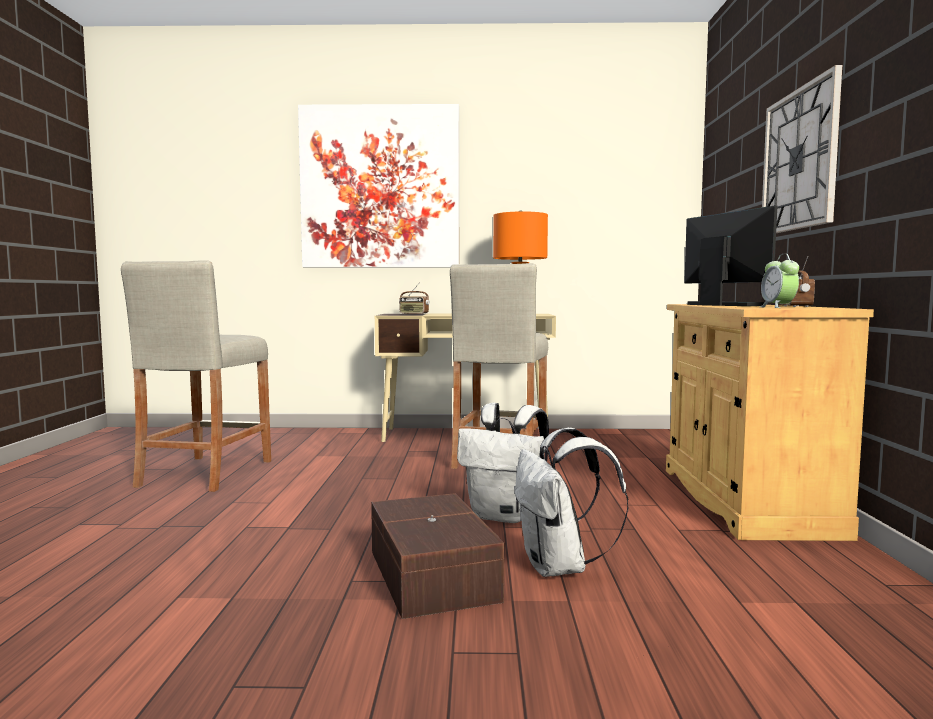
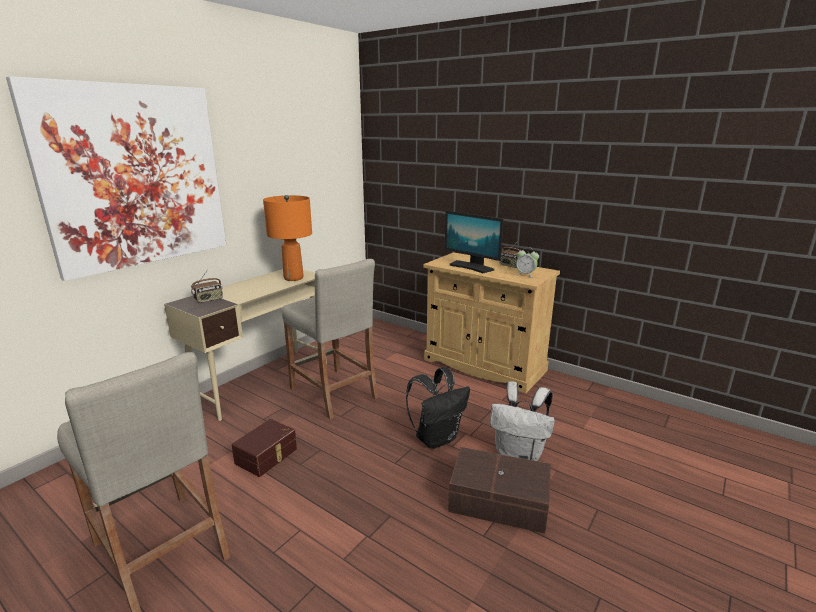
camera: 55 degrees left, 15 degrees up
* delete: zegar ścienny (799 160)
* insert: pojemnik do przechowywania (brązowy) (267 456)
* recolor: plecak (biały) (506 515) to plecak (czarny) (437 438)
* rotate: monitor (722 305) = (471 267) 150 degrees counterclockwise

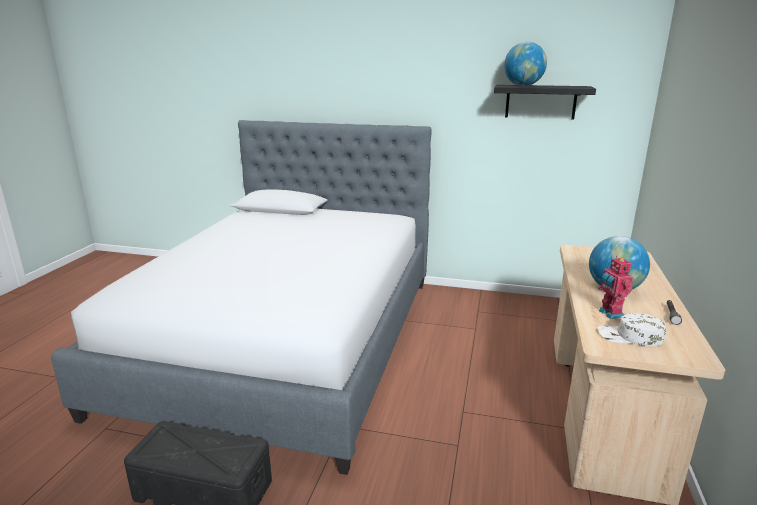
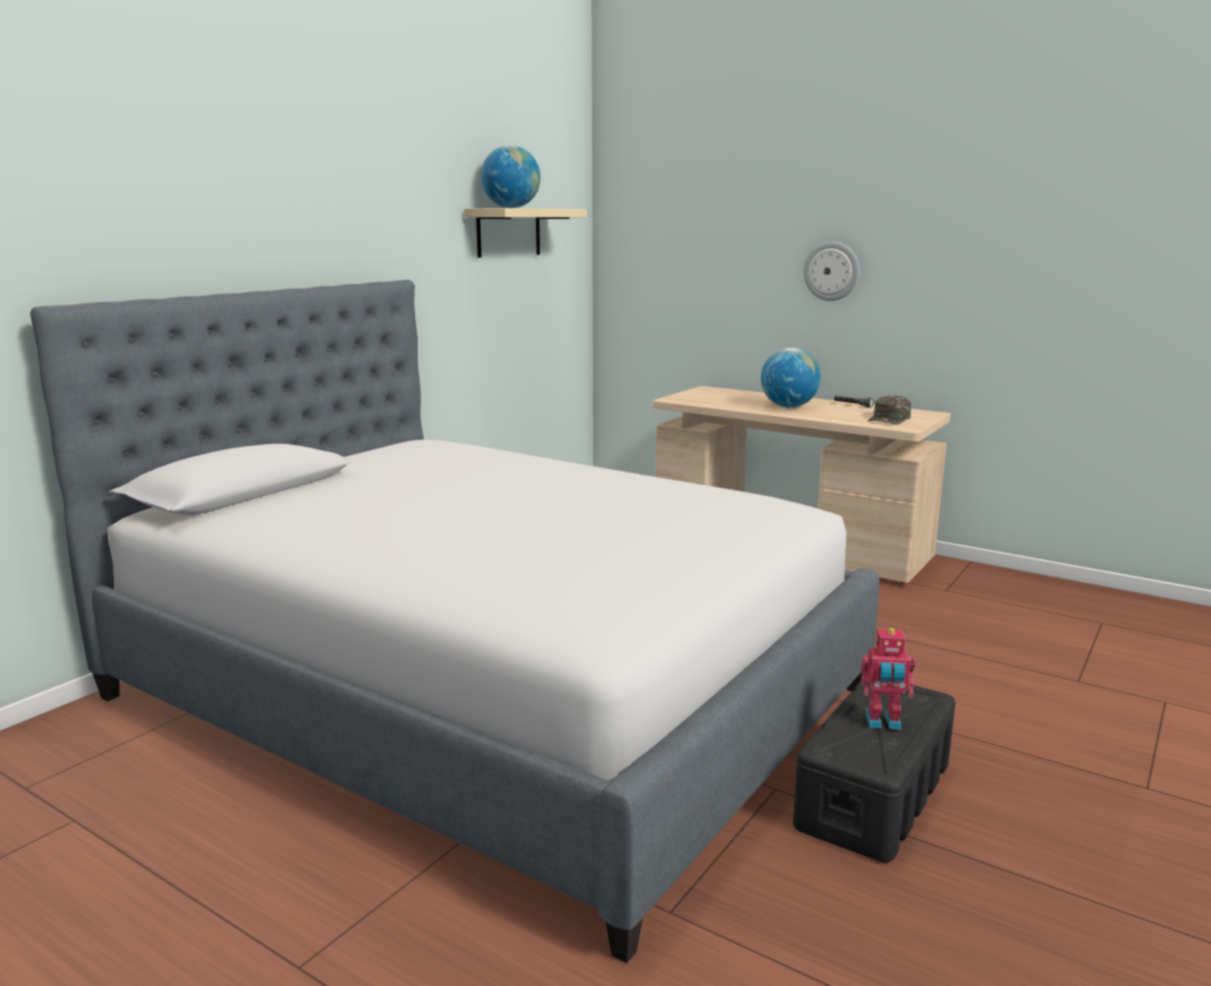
camera: 70 degrees left, 5 degrees down
* insert: zegar ścienny (831 271)
* move: robot zabawkowy (610 314) to (883 723)
* recolor: półka (czarny) (540 102) to półka (beżowy) (508 232)
* recolor: czapka z daszkiem (biały) (630 336) to czapka z daszkiem (zielony) (889 419)

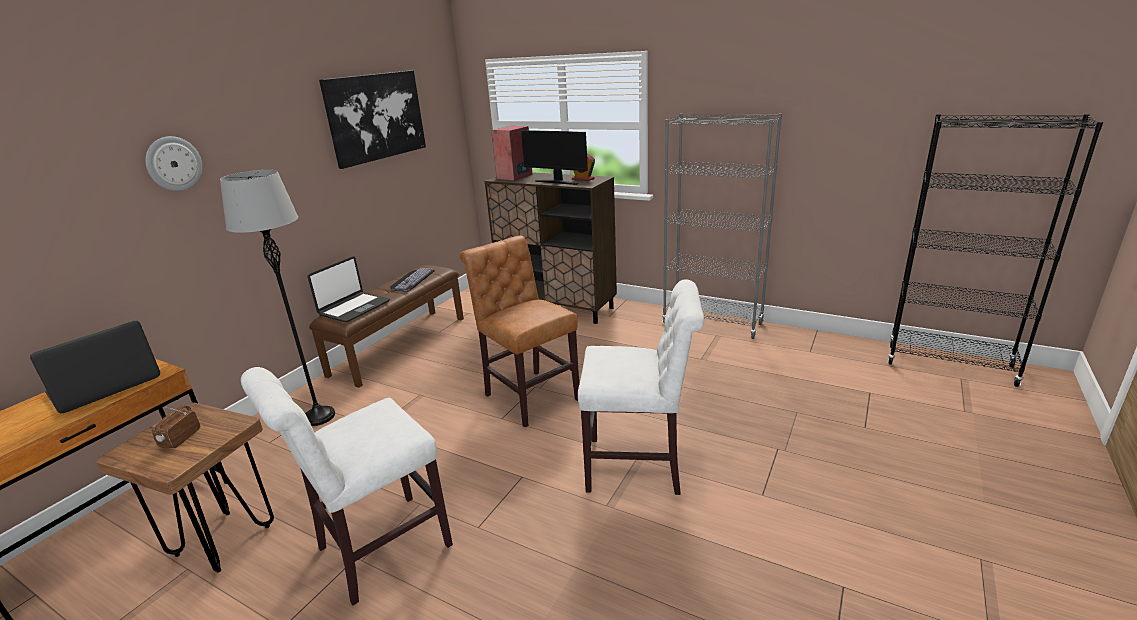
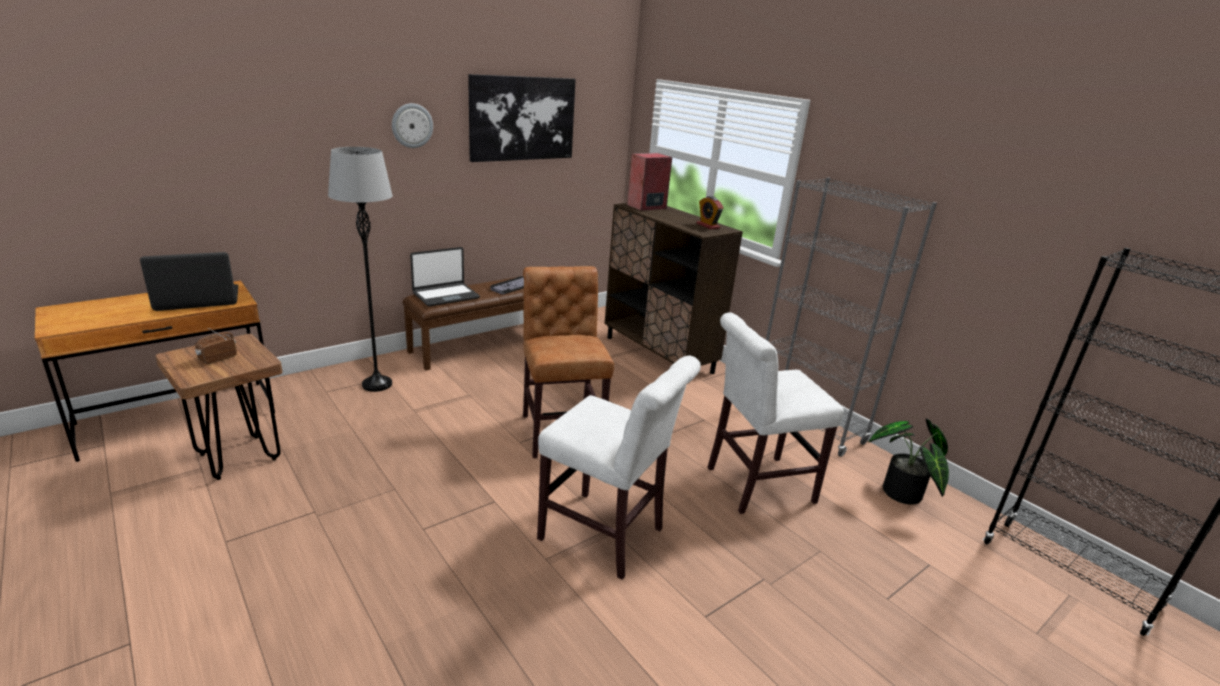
camera: 20 degrees right, 0 degrees up
* delete: monitor (557 182)
* insert: roślina doniczkowa (901 496)
* move: zegar ścienny (173 163) to (412 125)
* move: krzesło (biały) (377 550) to (754 485)

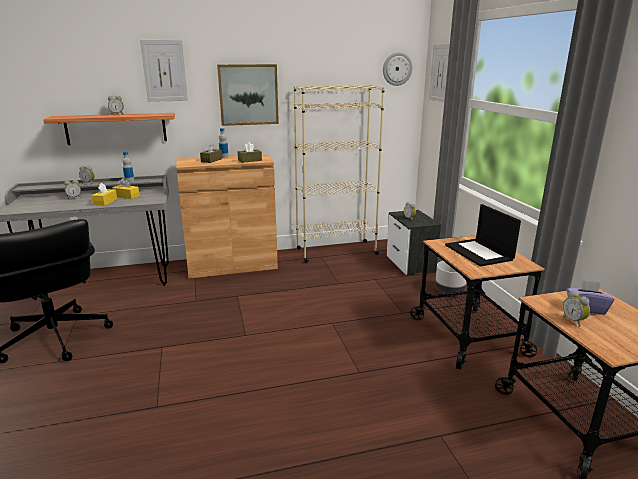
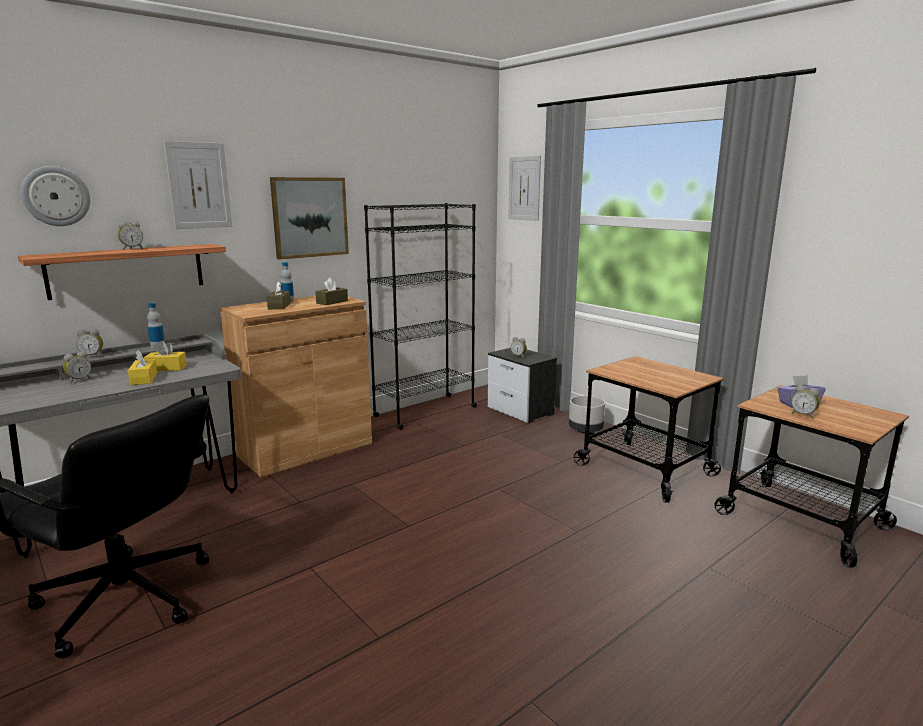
camera: 25 degrees left, 5 degrees down
* delete: laptop (479 252)
* move: zegar ścienny (397 68) to (56 196)
* recolor: regał (beżowy) (336 251) to regał (czarny) (425 412)

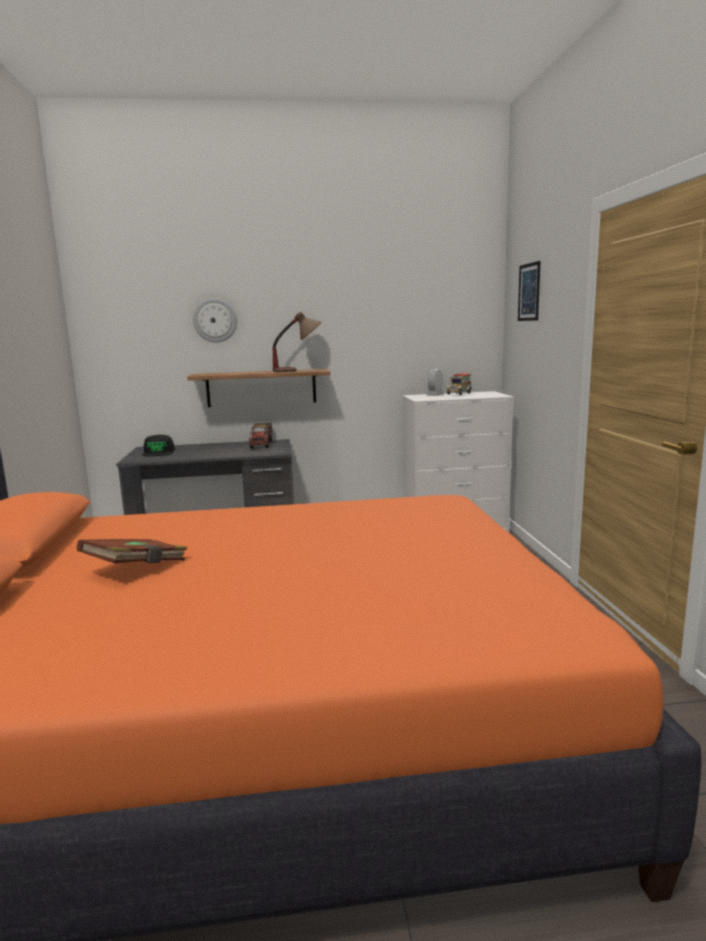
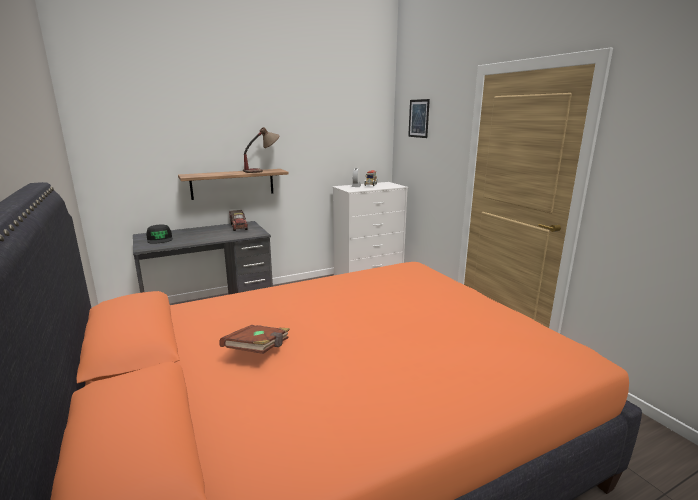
camera: 20 degrees left, 5 degrees up
* delete: zegar ścienny (215 320)

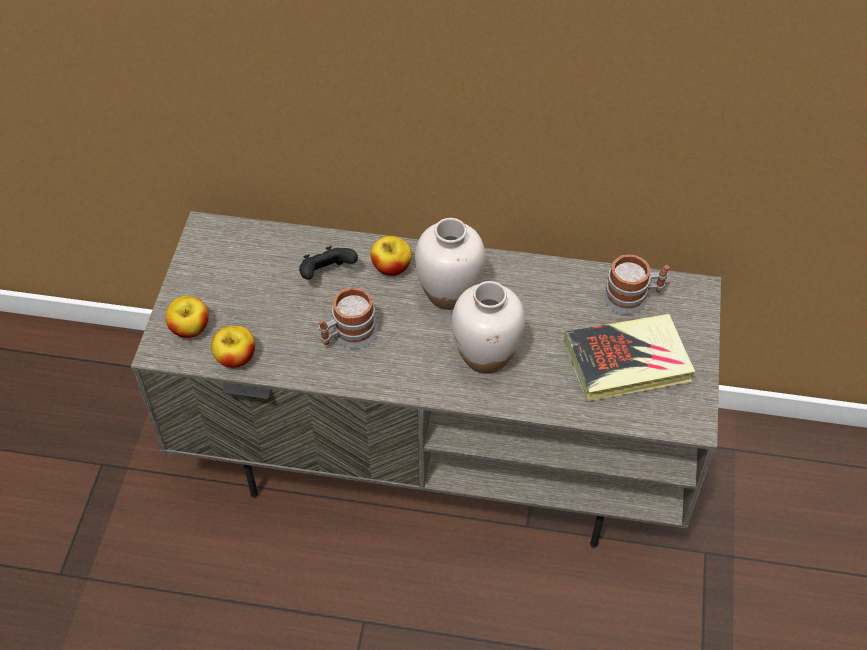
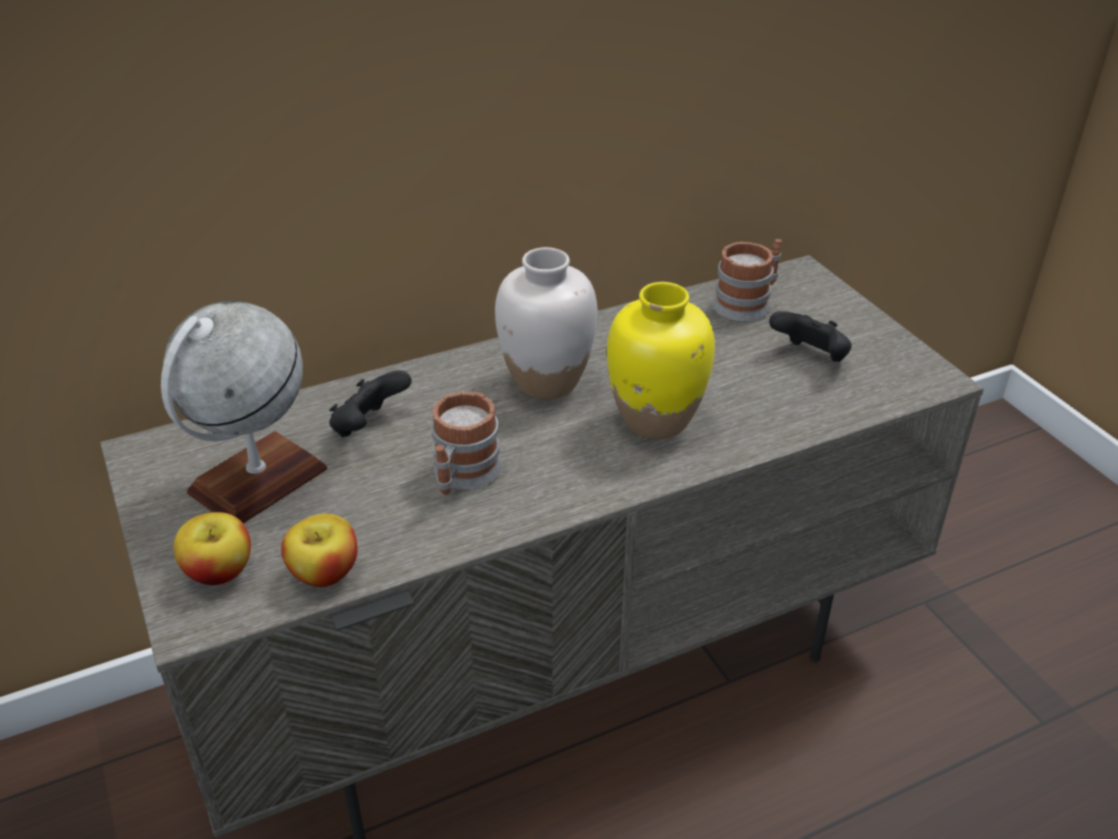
camera: 35 degrees left, 15 degrees down
* delete: jabłko (391 267)
* insert: globus (258 481)
* replace: książka (627 362) to pad do gier (czarny) (810 358)
* recolor: wazon (biały) (486 356) to wazon (żółty) (656 420)

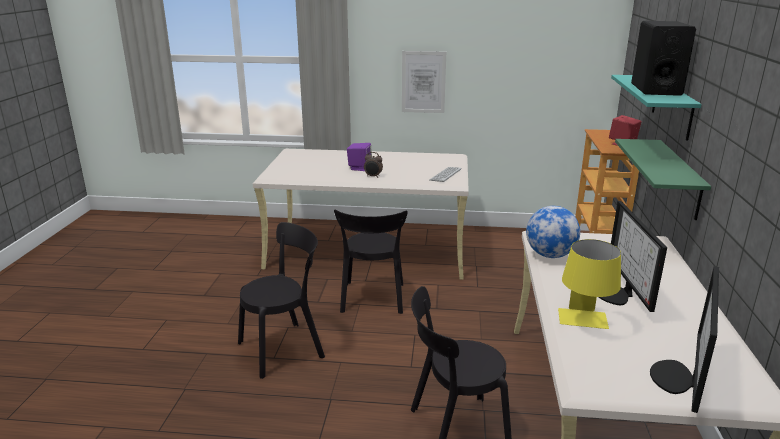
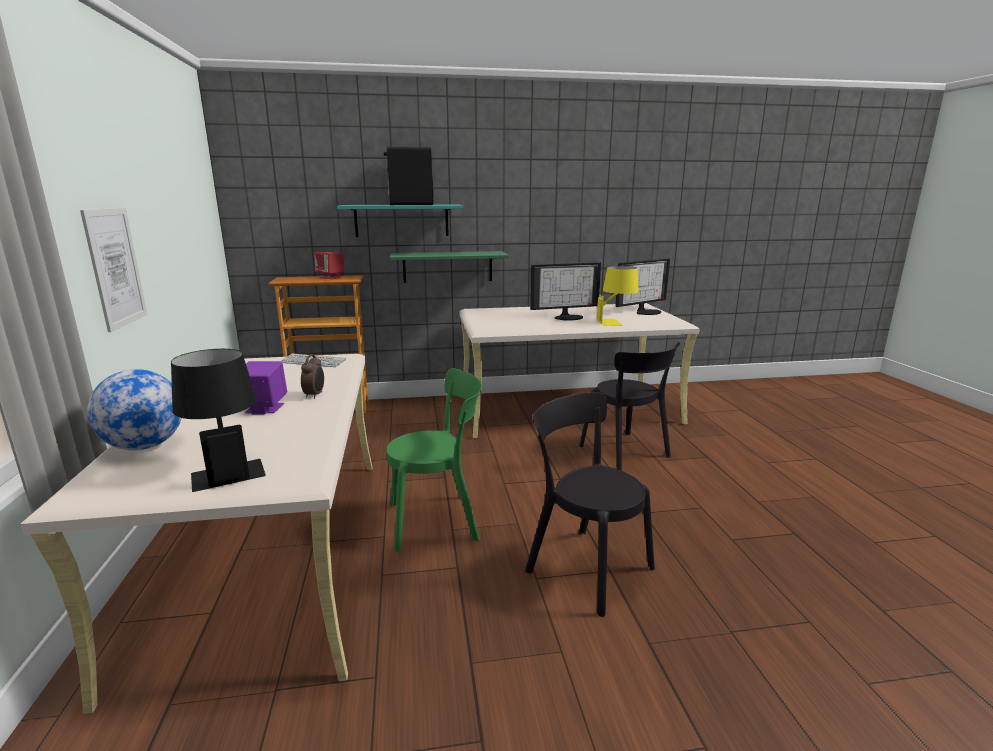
camera: 105 degrees left, 5 degrees down
* insert: lampa stołowa (czarny) (226 468)
* move: globus (550 255) to (144 446)
* recolor: krzesło (czarny) (372 300) to krzesło (zielony) (438 521)
* rotate: monitor (678 379) = (646 312) 45 degrees counterclockwise

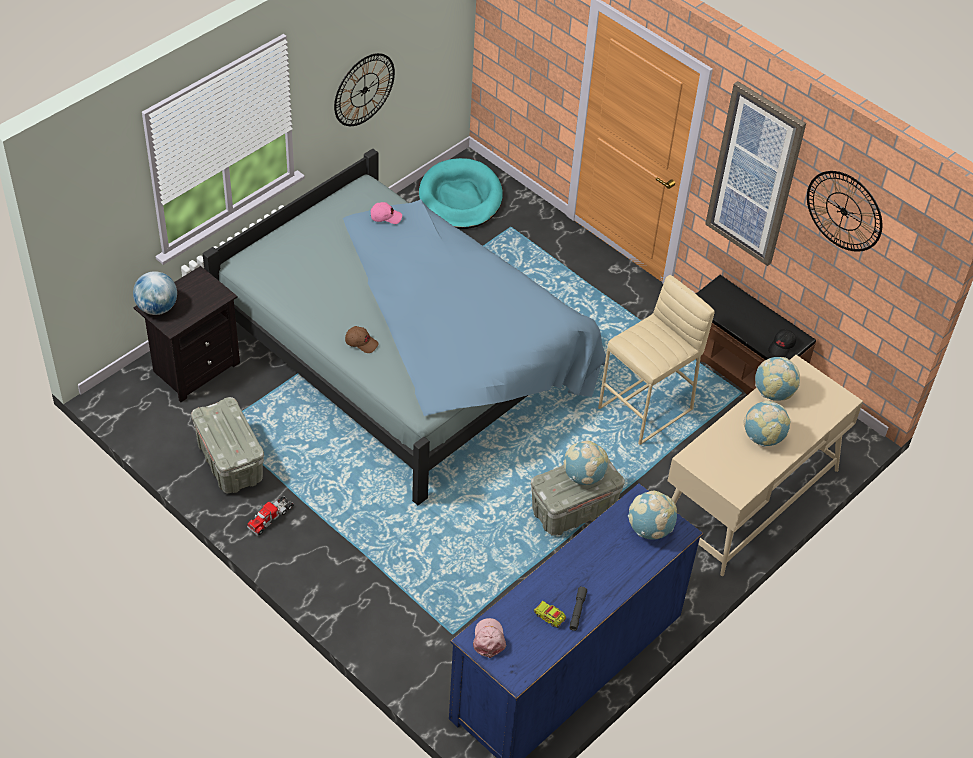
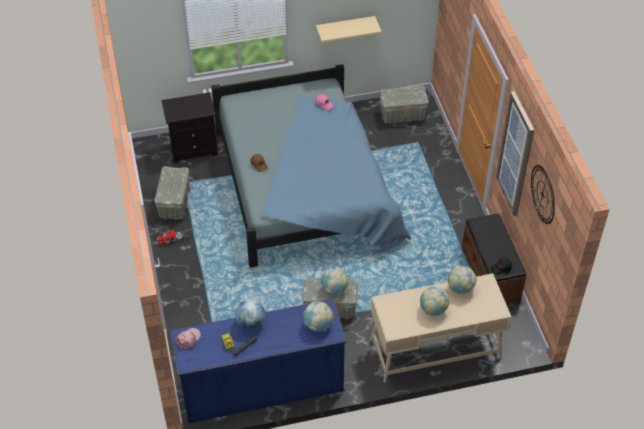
camera: 35 degrees right, 0 degrees up
* delete: stołek (beżowy) (646 409)
* move: globus (157 308) to (250 323)
* replace: zegar ścienny (364 90) to półka (beżowy) (345 28)
* replace: legowisko (turkusowy) (460 198) to pojemnik do przechowywania (szary) (402 115)

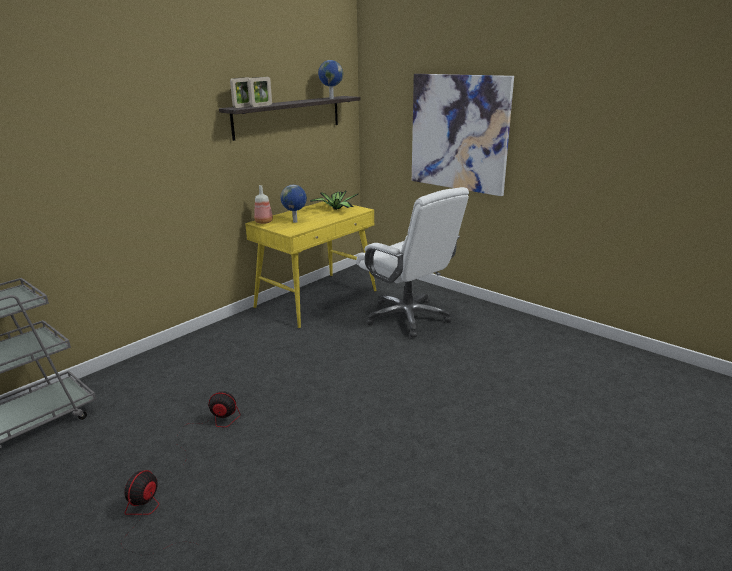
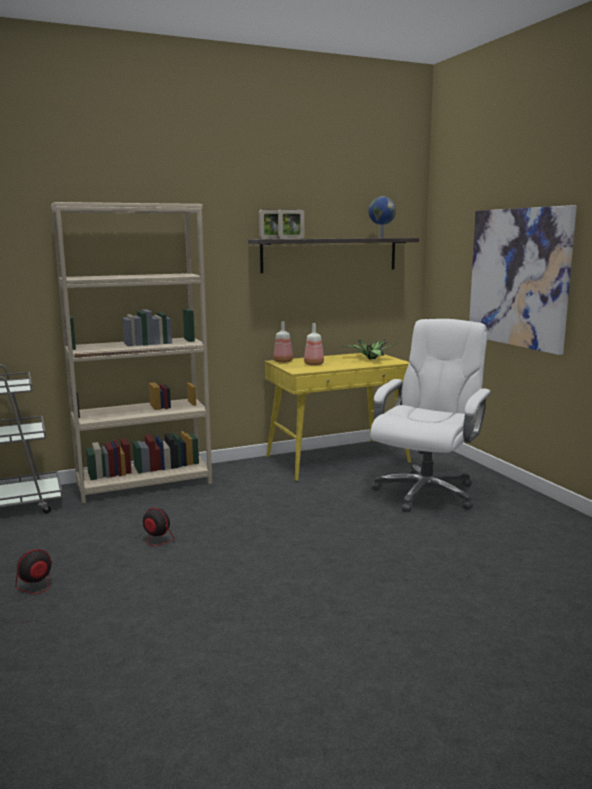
camera: 25 degrees right, 10 degrees down
* insert: regał (beżowy) (145 484)
* replace: globus (295 222) to butelka (314 364)
* rotate: krzesło biurowe (biały) (408 317) = (425 493) 135 degrees counterclockwise

